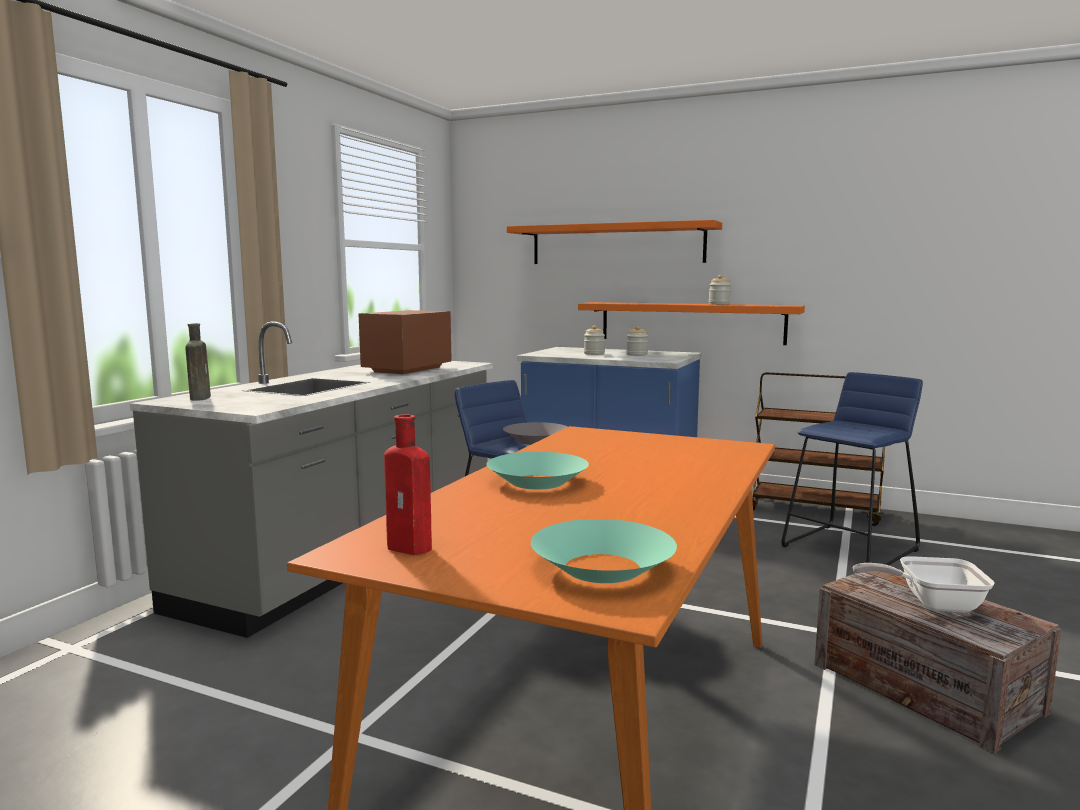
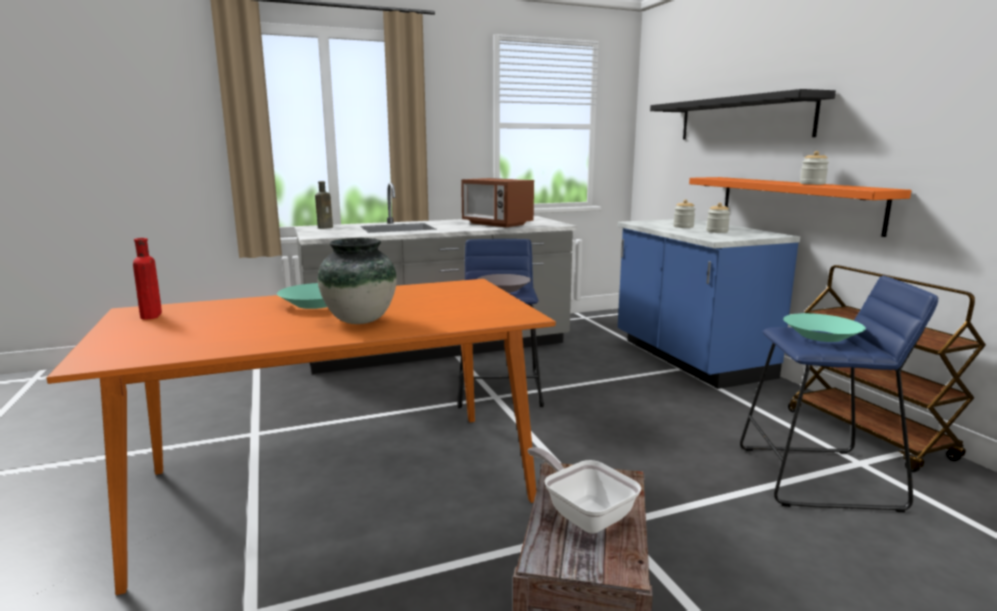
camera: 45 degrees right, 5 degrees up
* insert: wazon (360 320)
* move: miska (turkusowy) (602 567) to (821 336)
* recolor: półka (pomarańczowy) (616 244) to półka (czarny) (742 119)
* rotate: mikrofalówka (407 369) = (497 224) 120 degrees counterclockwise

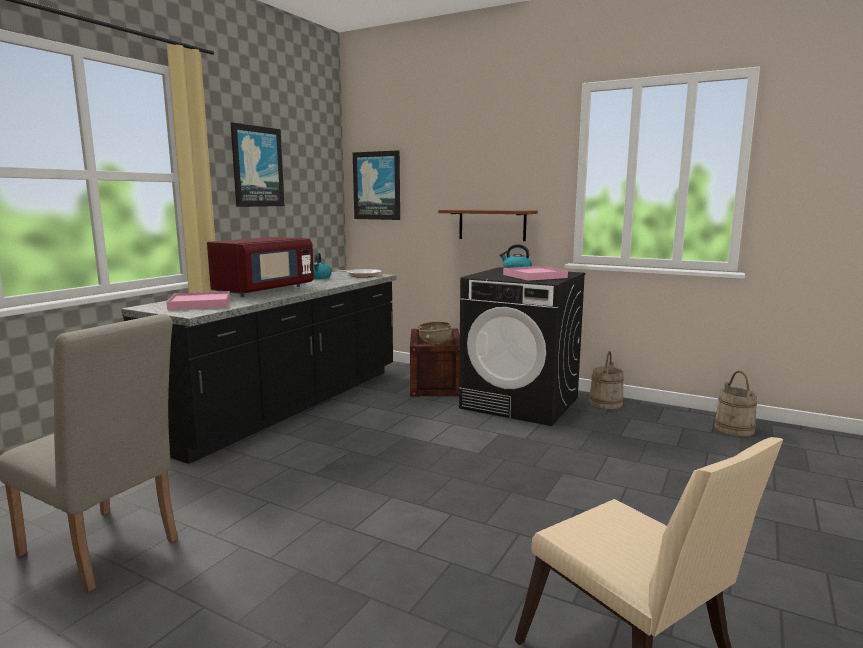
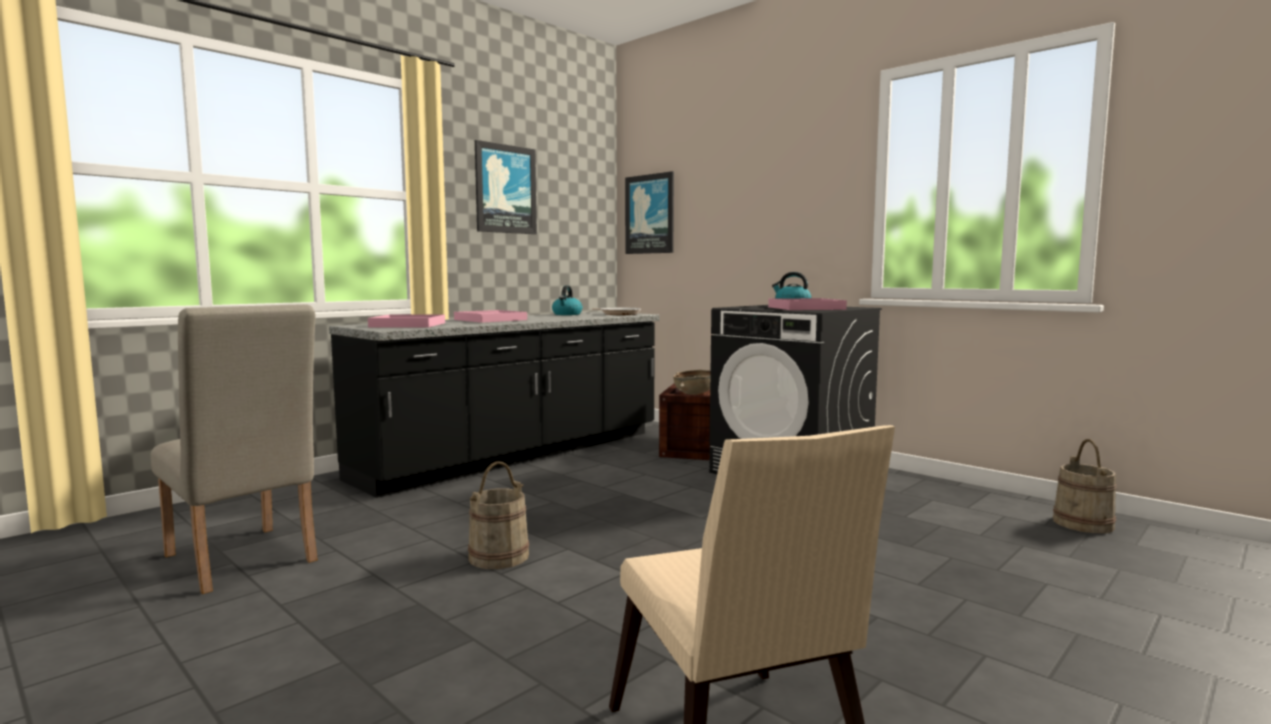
camera: 15 degrees right, 5 degrees down
* delete: półka (brązowy) (492 225)
* move: wiadro (beżowy) (605 403) to (498 556)
* replace: mikrofalówka (czerwony) (264 290) to taca (różowy) (490 320)

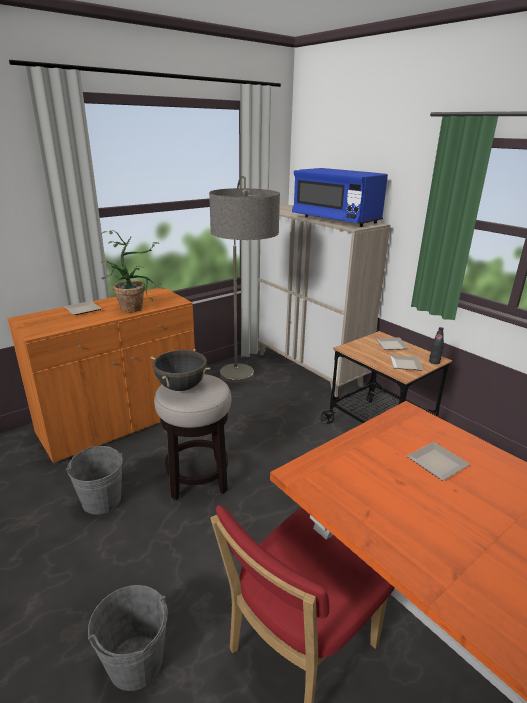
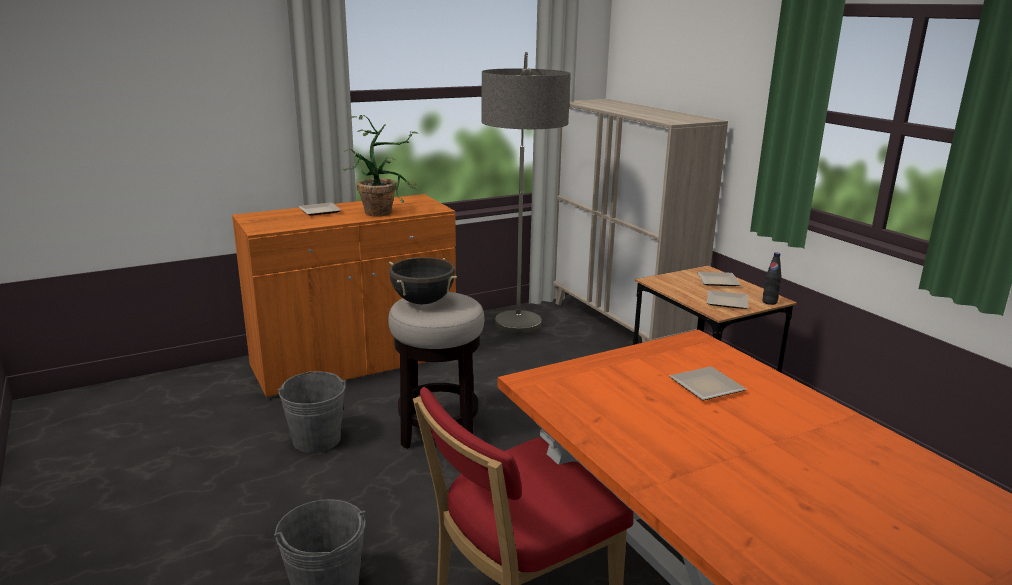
camera: 10 degrees right, 5 degrees down
* delete: mikrofalówka (niebieski) (336 220)

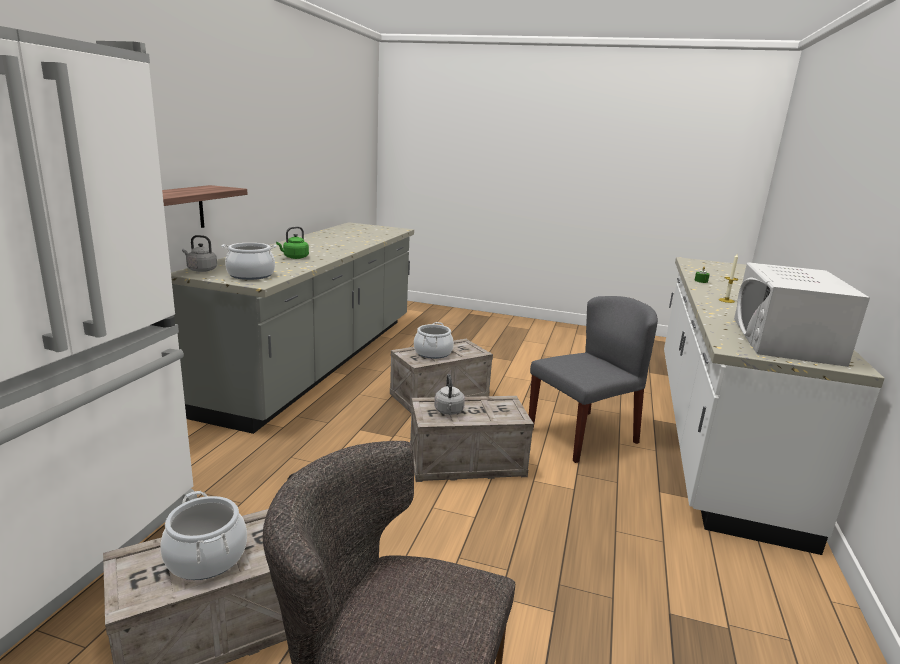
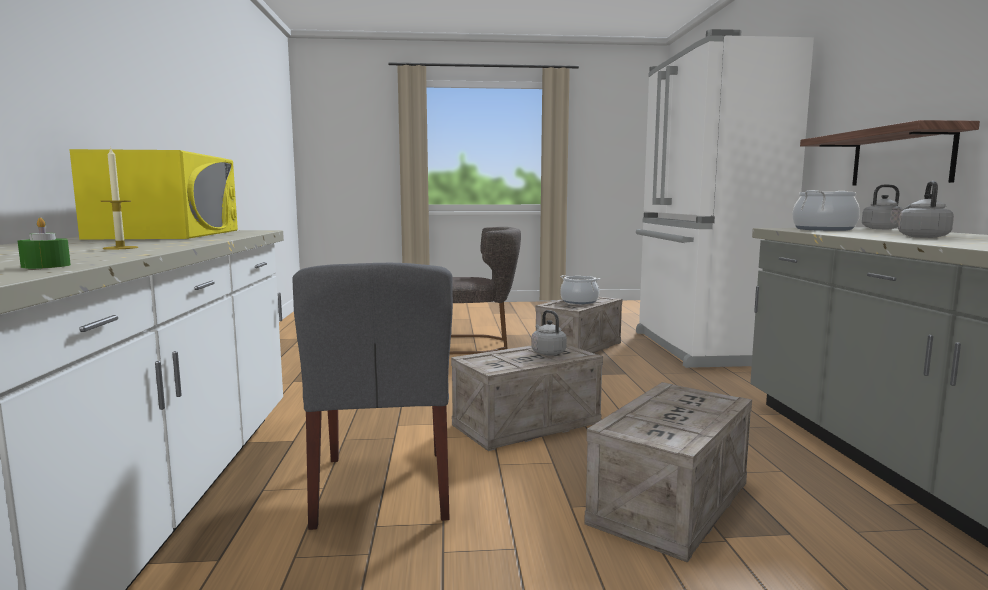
camera: 160 degrees right, 10 degrees down
* delete: garnek (432 353)
* recolor: czajnik (zielony) (294 257) to czajnik (szary) (923 237)
* recolor: mikrofalówka (biały) (785 340) to mikrofalówka (żółty) (168 234)
* rotate: krzesło (szary) (582 435) = (384 487) 45 degrees counterclockwise

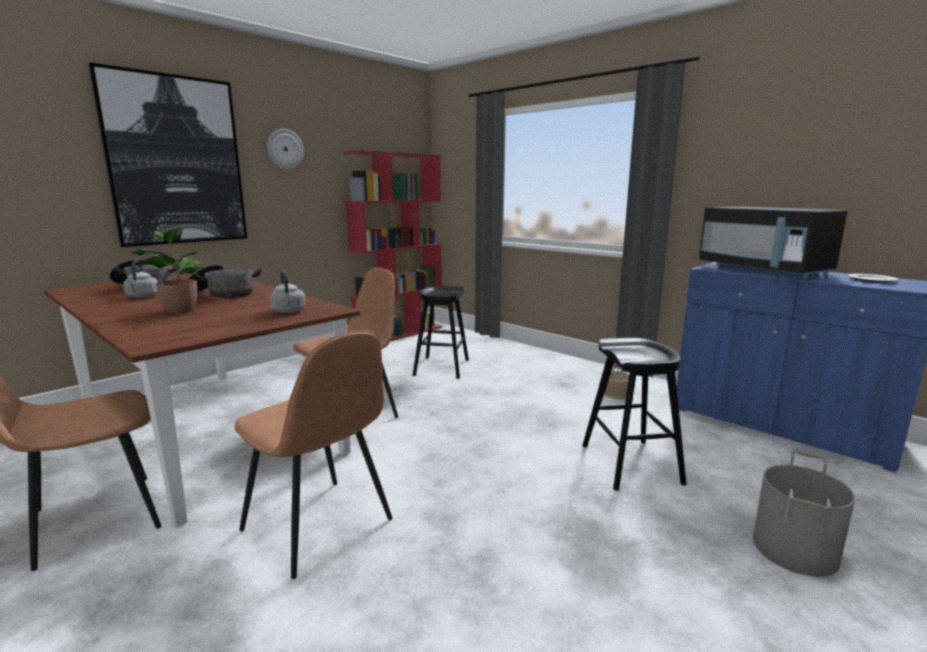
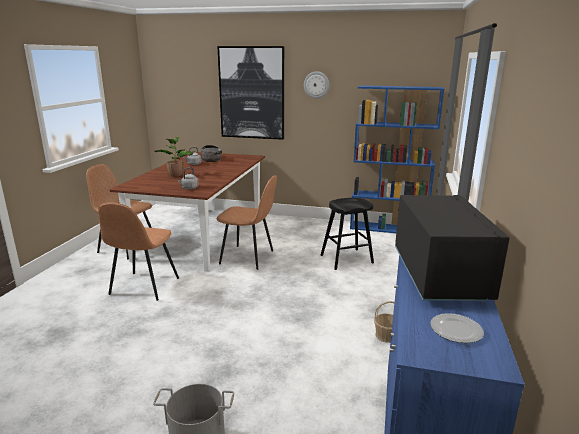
camera: 60 degrees right, 5 degrees up
* delete: garnek (222 294)
* delete: stołek (czarny) (630 464)
* recolor: regał (czerwony) (400 333) to regał (niebieski) (388 228)
* rotate: mikrofalówka (czarny) (762 270) = (439 275) 150 degrees clockwise

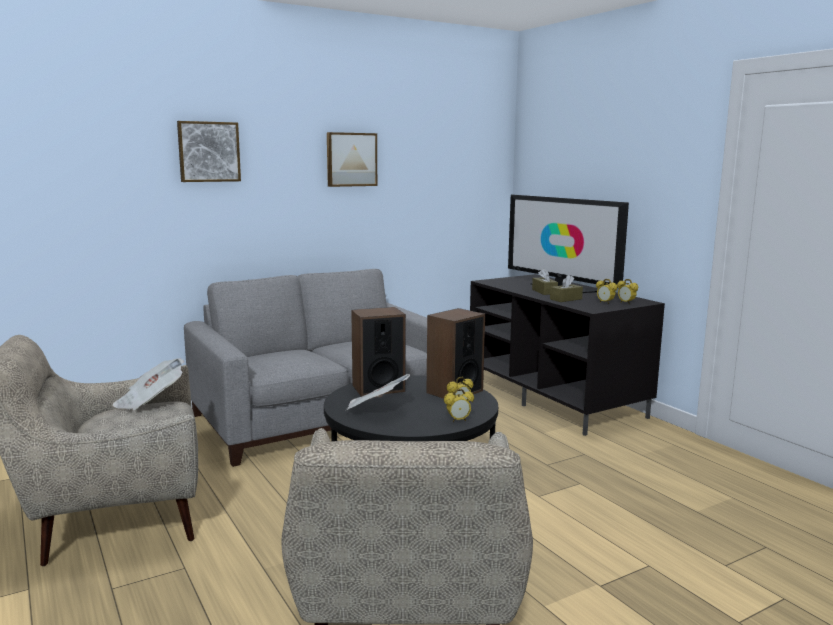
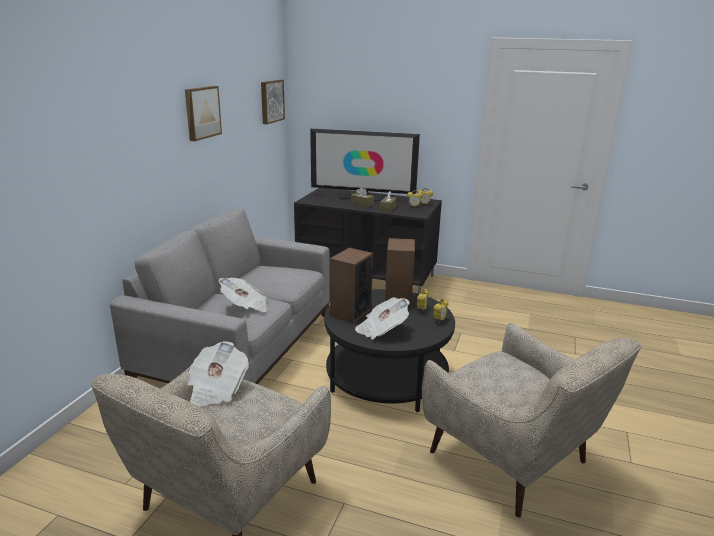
camera: 40 degrees left, 10 degrees up
* insert: gazeta (245 306)
* move: obraz (208 151) to (271 101)

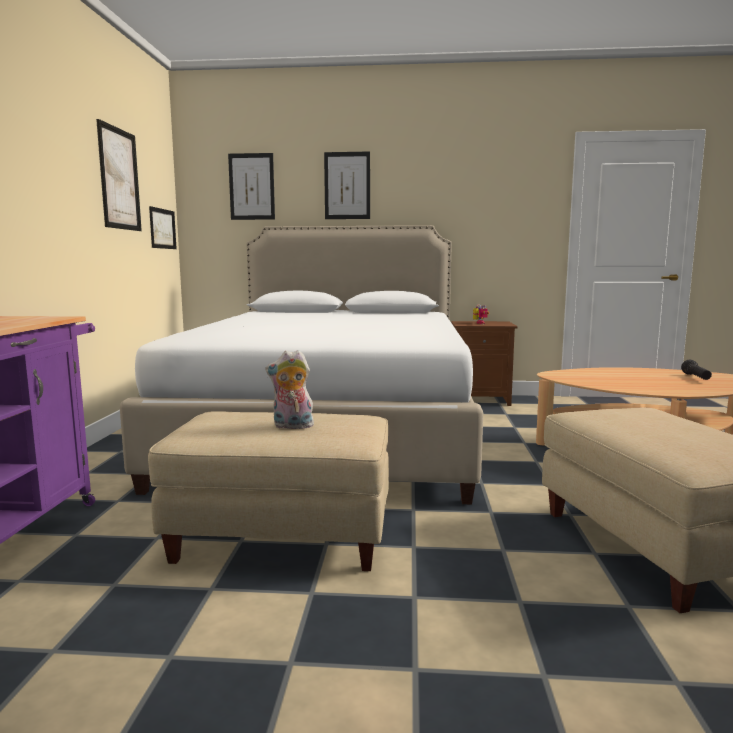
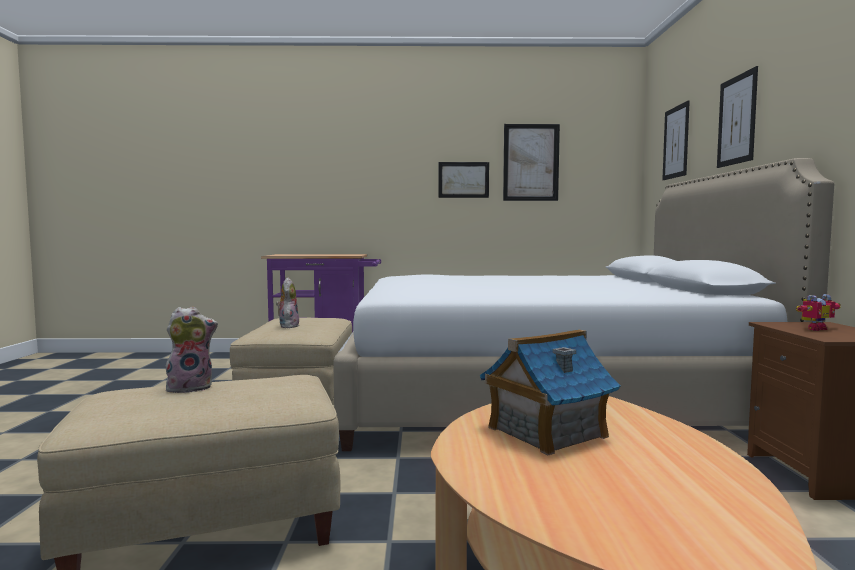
camera: 85 degrees right, 5 degrees down
* delete: latarka (czarny) (696 378)
* insert: pluszak (191 387)
* insert: domek (546 432)
* move: obraz (162 228) to (463 180)

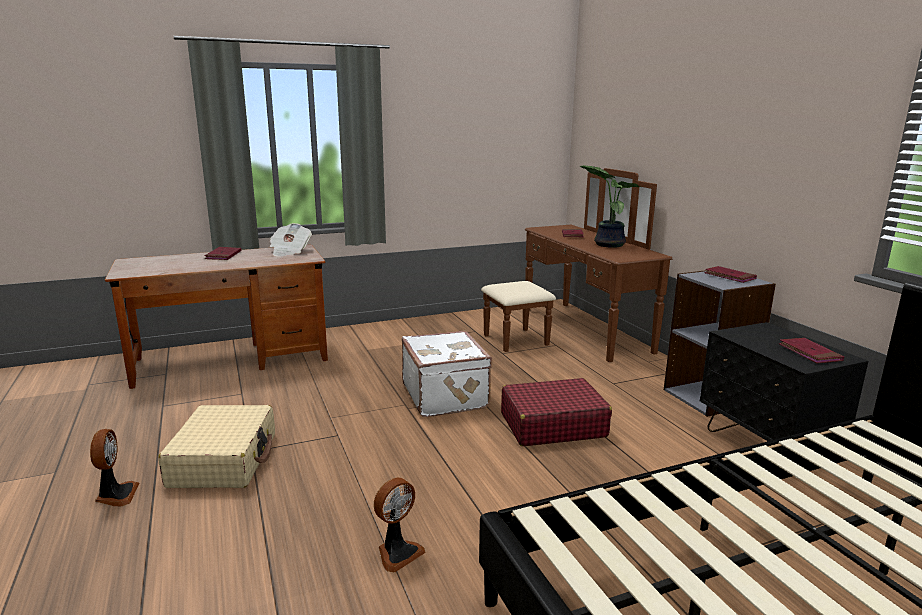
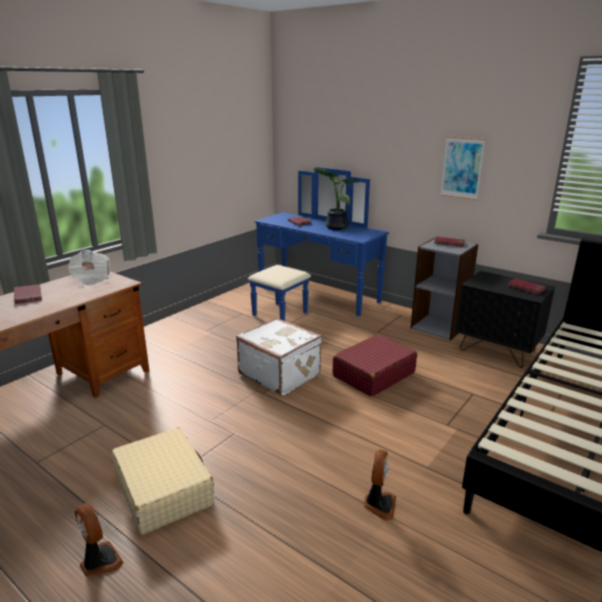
camera: 30 degrees left, 5 degrees up
* insert: obraz (462 168)
* recolor: komoda (brązowy) (569 332) to komoda (niebieski) (310 298)

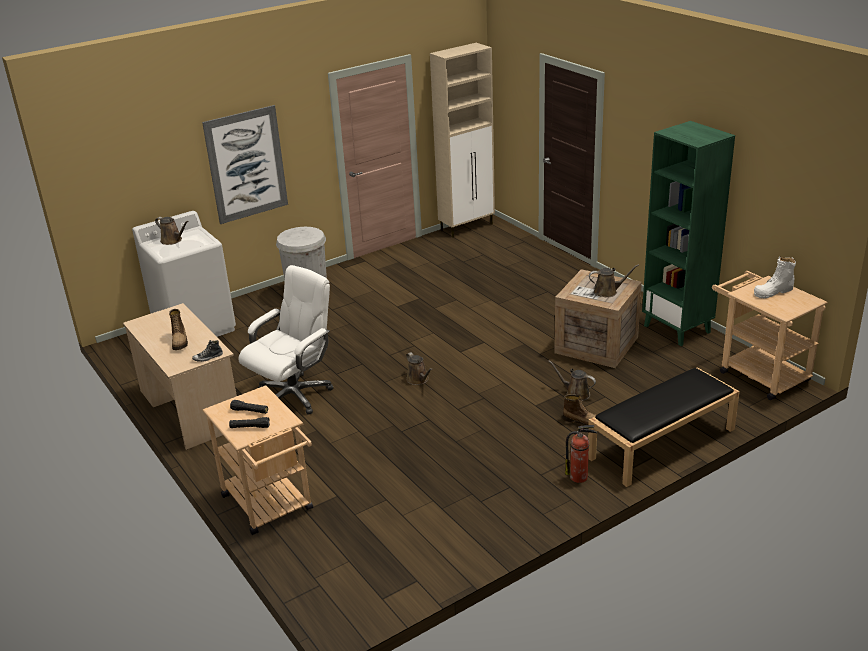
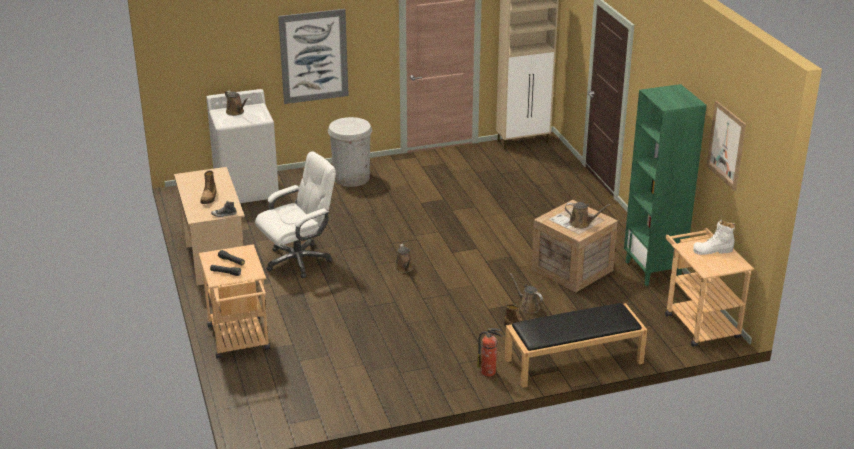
camera: 15 degrees right, 0 degrees up
* insert: obraz (726 145)

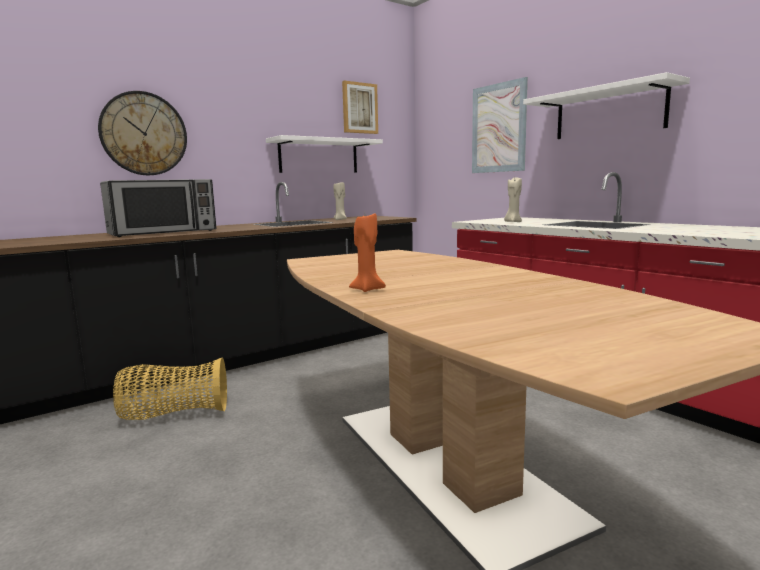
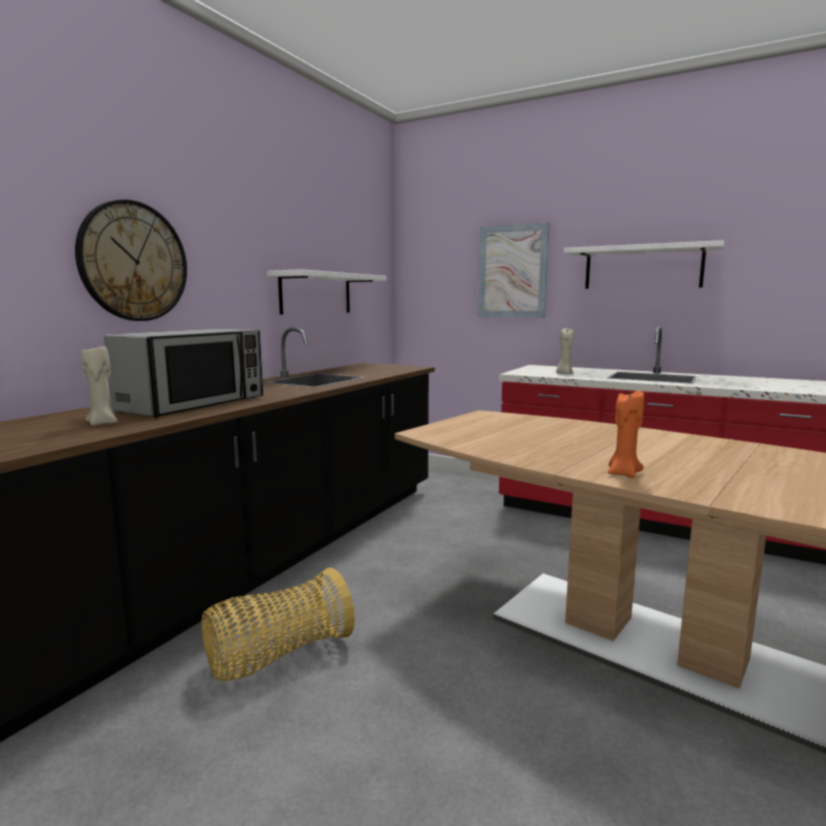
camera: 25 degrees left, 0 degrees up
* delete: obraz (359 108)
* move: świeca (beżowy) (340 219) to (103 423)

